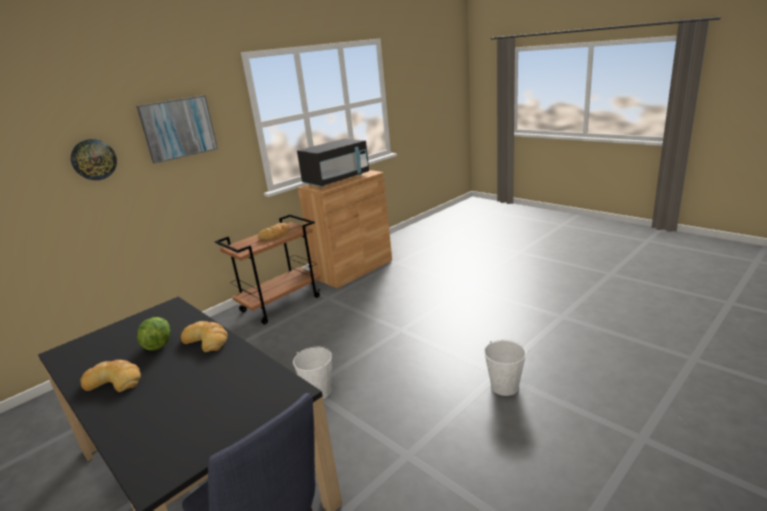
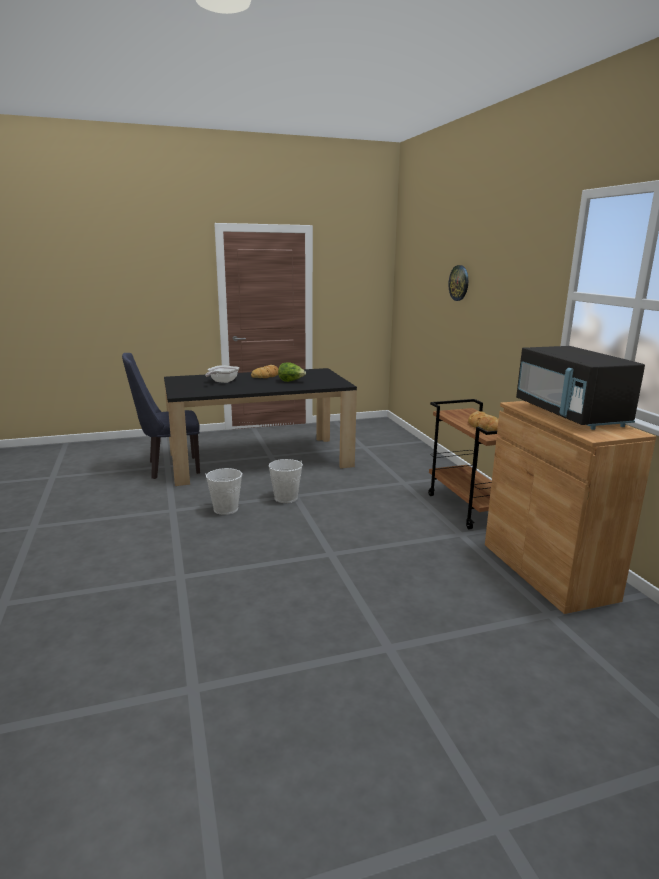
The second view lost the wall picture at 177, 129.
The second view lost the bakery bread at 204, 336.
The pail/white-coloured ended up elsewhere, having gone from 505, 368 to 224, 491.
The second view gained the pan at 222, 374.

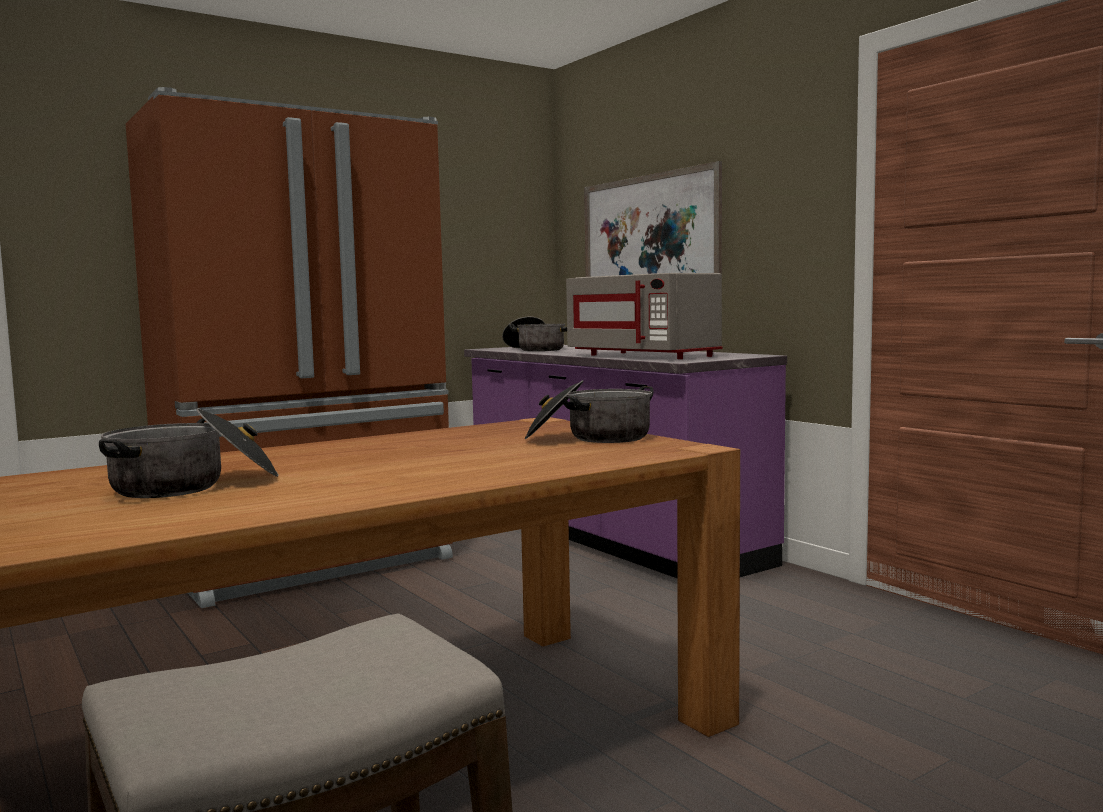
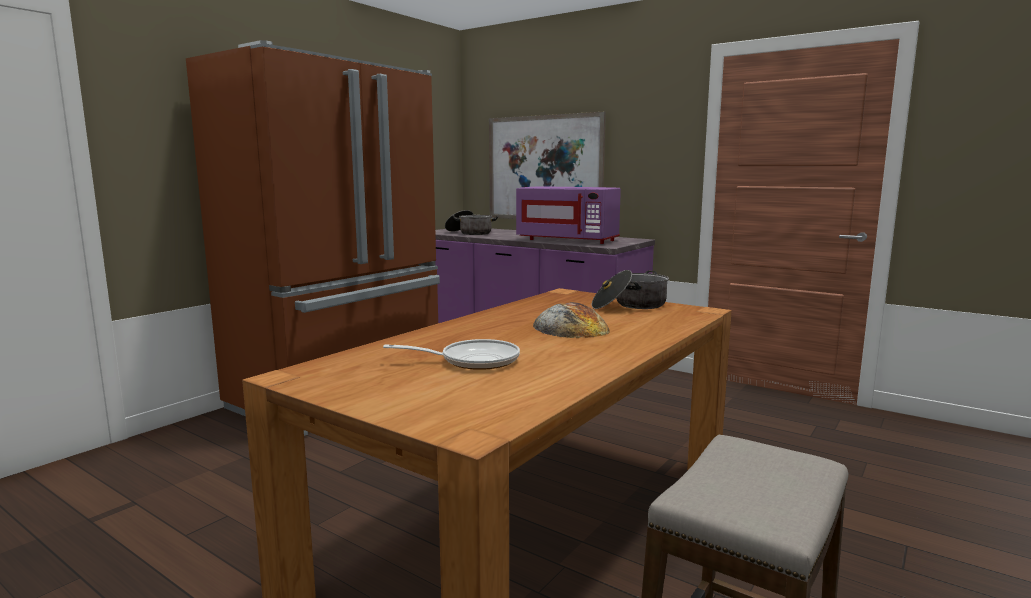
What was the microwave/greyish at 644, 316 turned into the microwave/purplish at 568, 215.
Where the saucepot stood at 189, 453, the pan came to stand at 451, 354.
The second view gained the bakery bread at 571, 320.

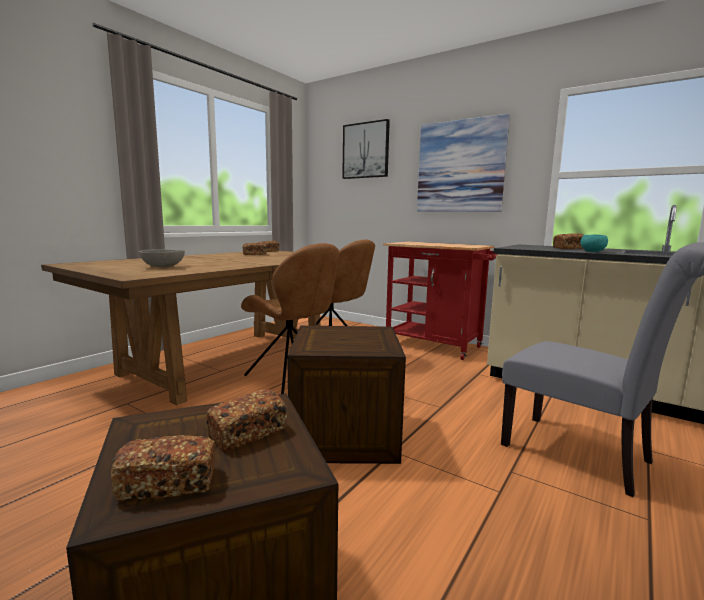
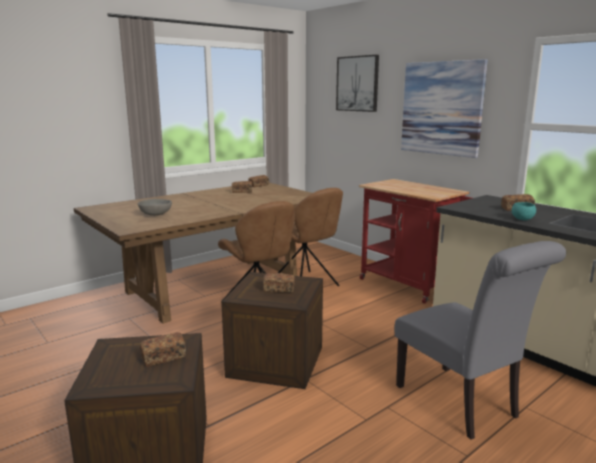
The bakery bread ended up elsewhere, having gone from 163, 468 to 279, 282.

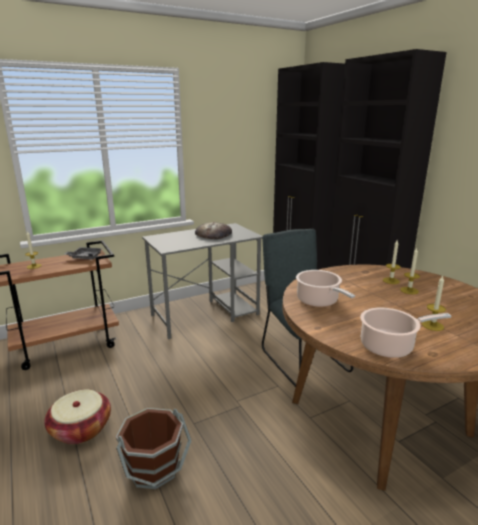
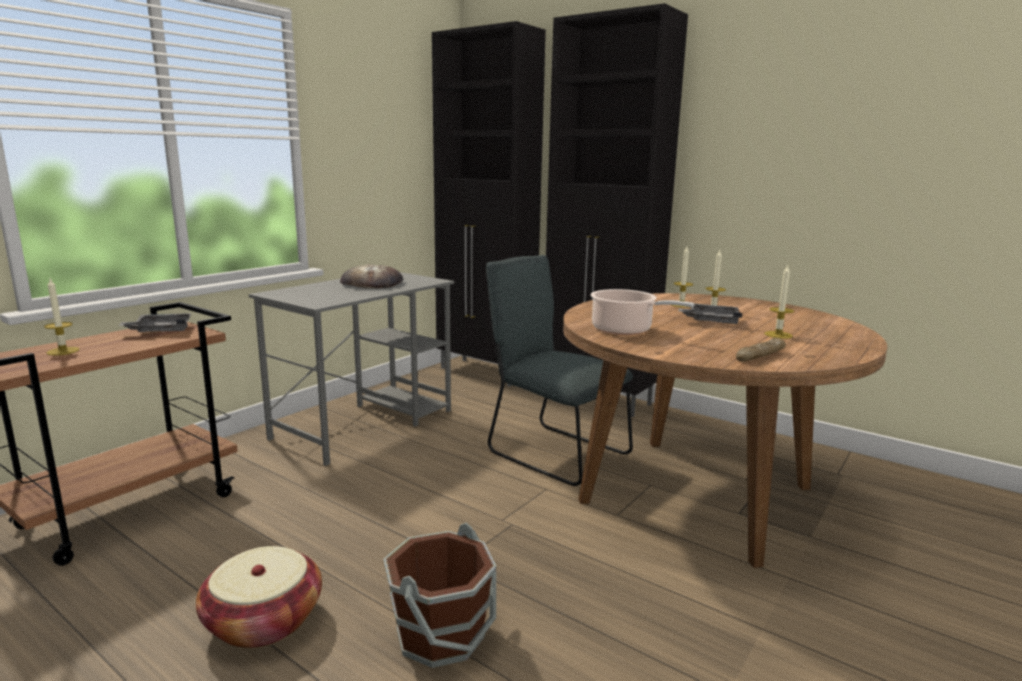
Where the saucepot stood at 405, 333, the bakery bread came to stand at 761, 350.
The second view gained the carrying tray/greyish at 710, 313.

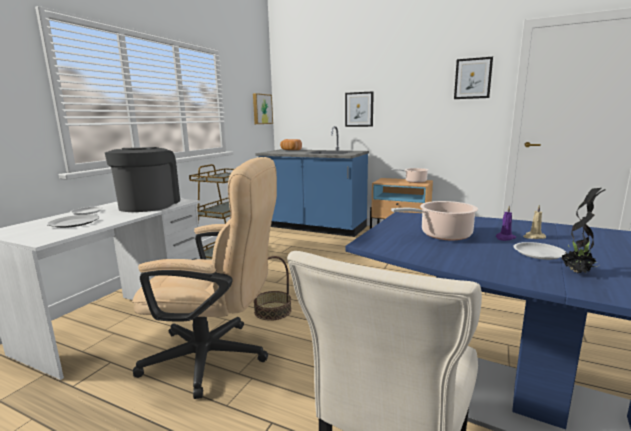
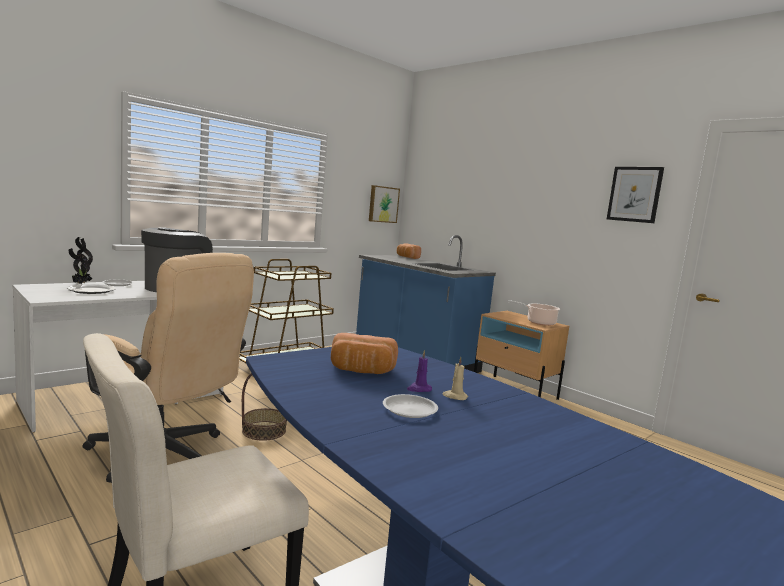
The second view lost the wall picture at 359, 109.
The potted plant ended up elsewhere, having gone from 583, 231 to 81, 260.
Where the saucepot stood at 434, 220, the bakery bread came to stand at 364, 353.

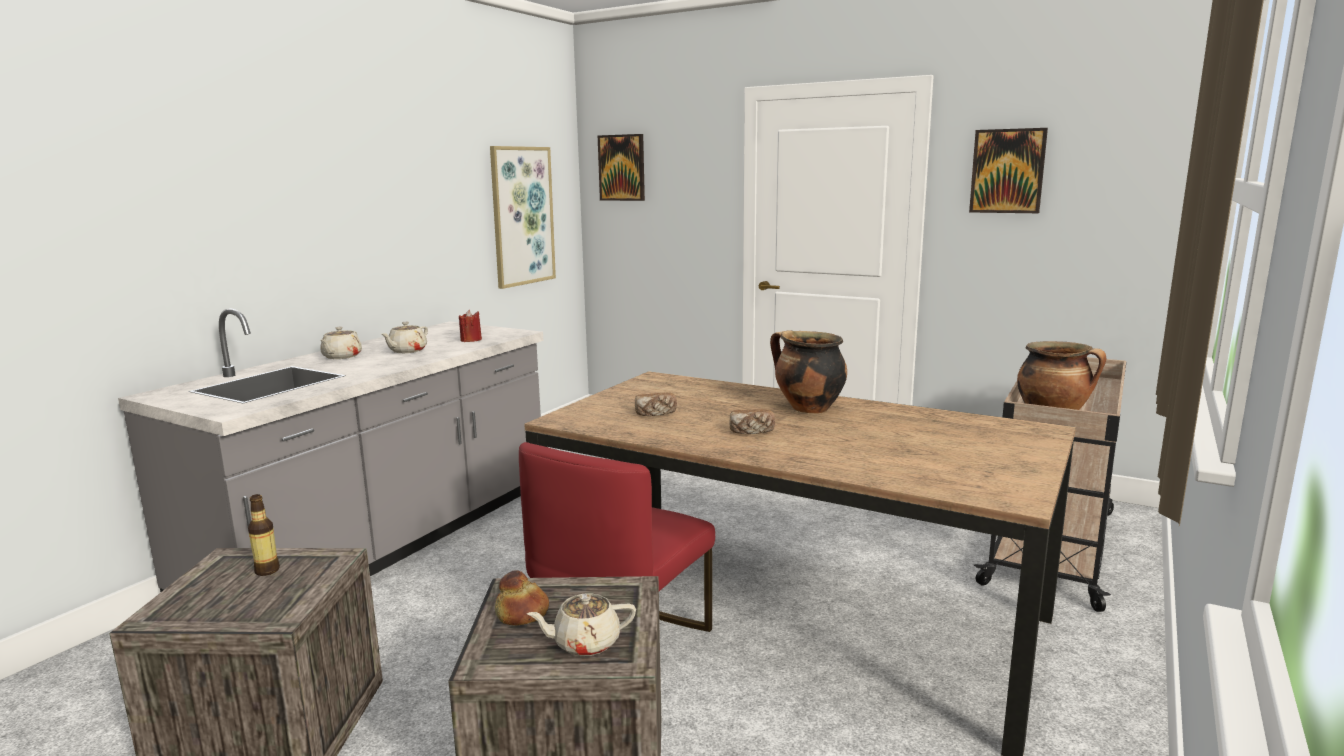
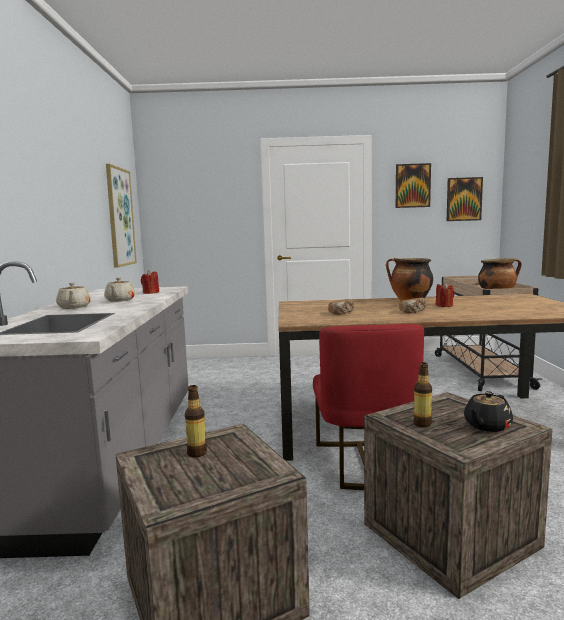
The wall picture ended up elsewhere, having gone from 621, 167 to 465, 199.
Where the bakery bread stood at 522, 597, the drink bottle came to stand at 422, 395.
What was the teapot/sand-coloured at 581, 625 turned into the teapot/black at 488, 411.
The second view gained the wax candle/red at 445, 295.

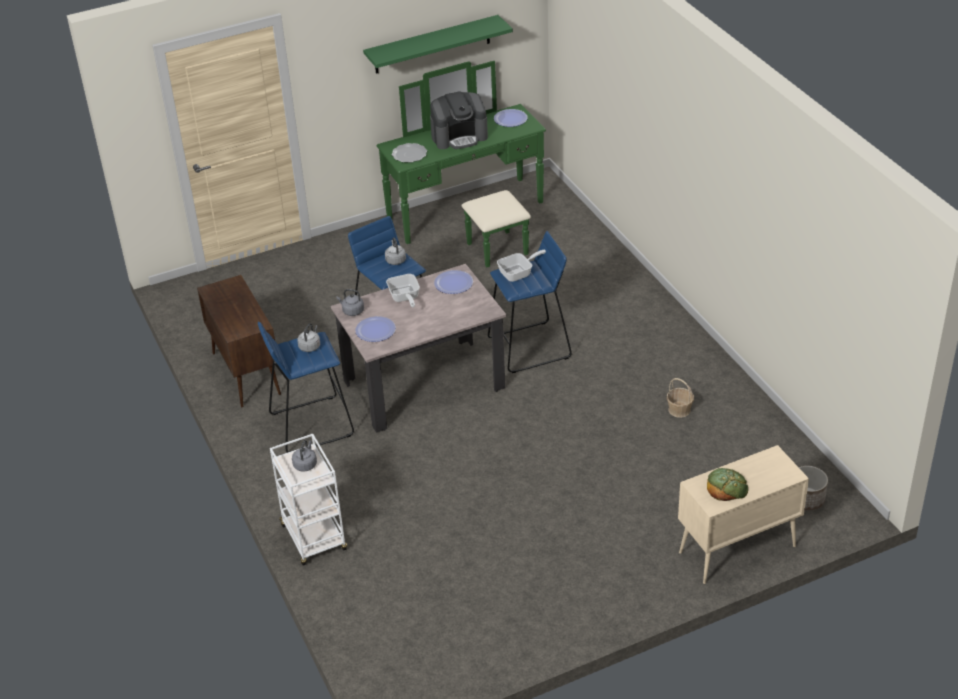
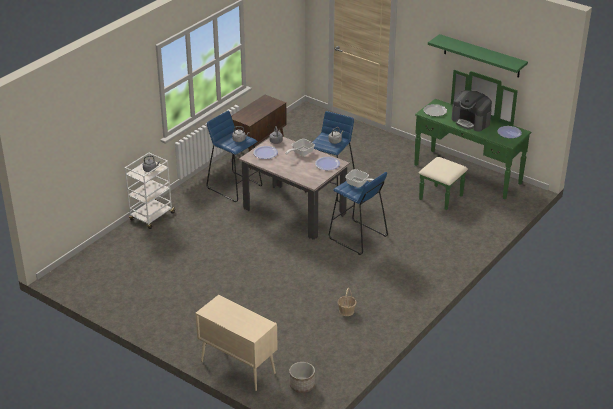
The second view lost the bakery bread at 727, 484.

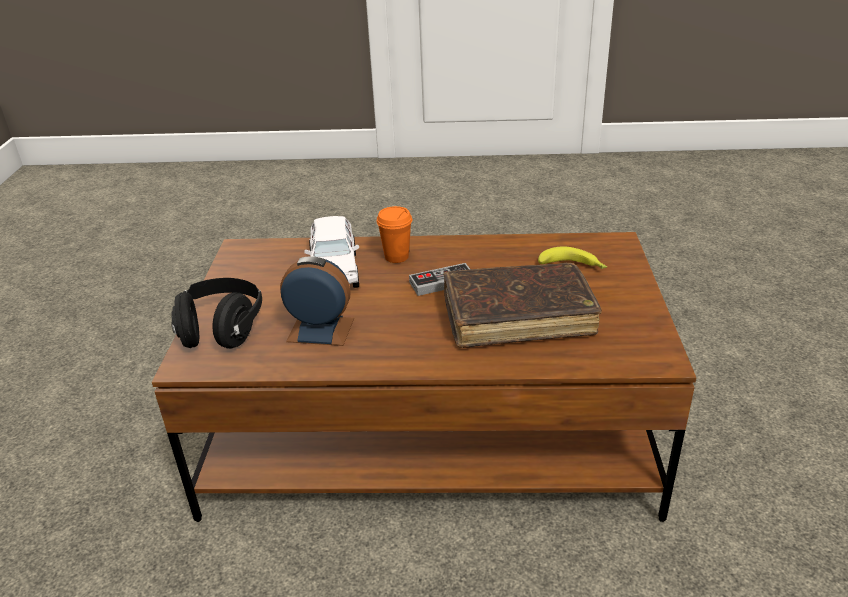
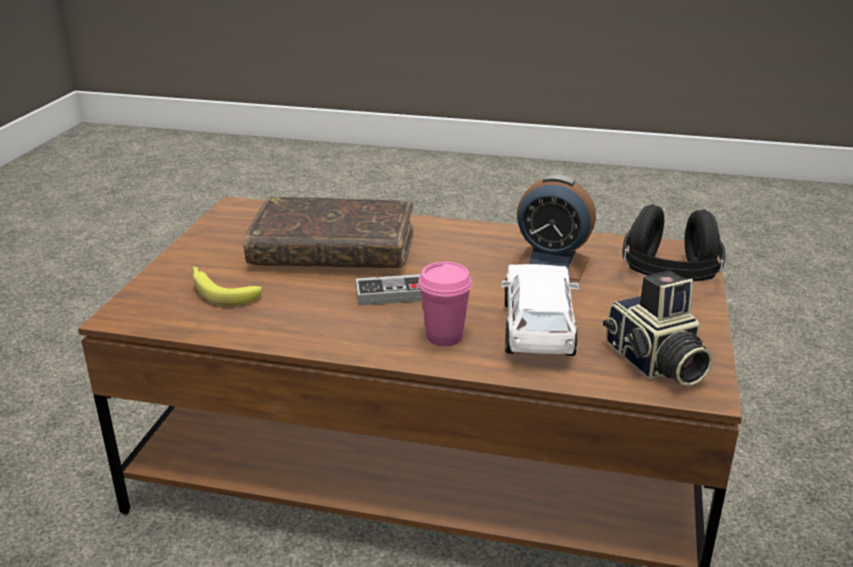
What was the small cup/orange at 394, 234 turned into the small cup/pink-coloured at 445, 304.
The second view gained the still camera at 658, 329.

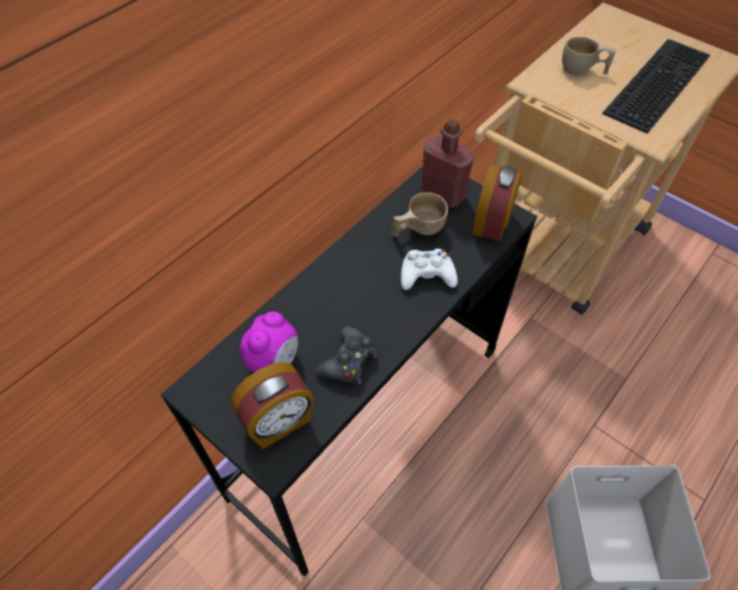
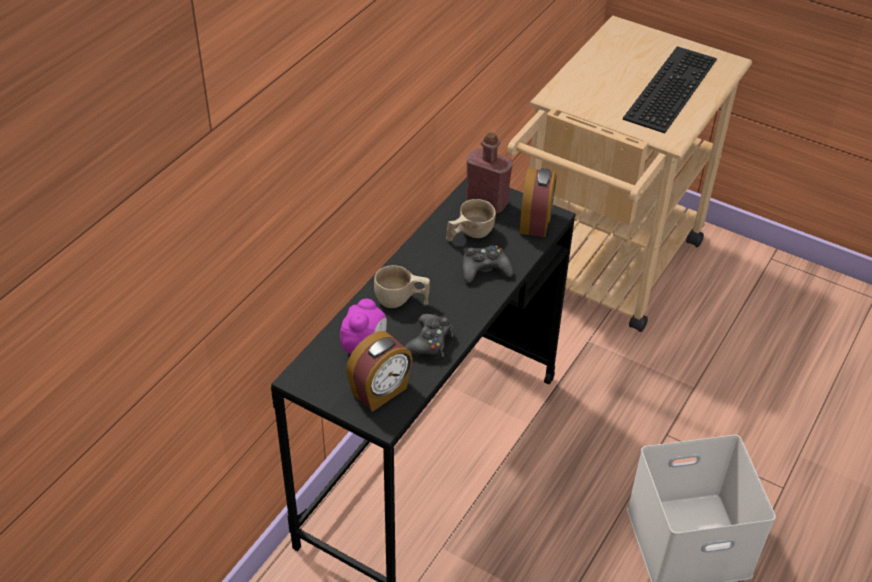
The small cup/sand-coloured ended up elsewhere, having gone from 589, 56 to 402, 286.
What was the game controller/white-coloured at 429, 269 turned into the game controller/black at 487, 264.

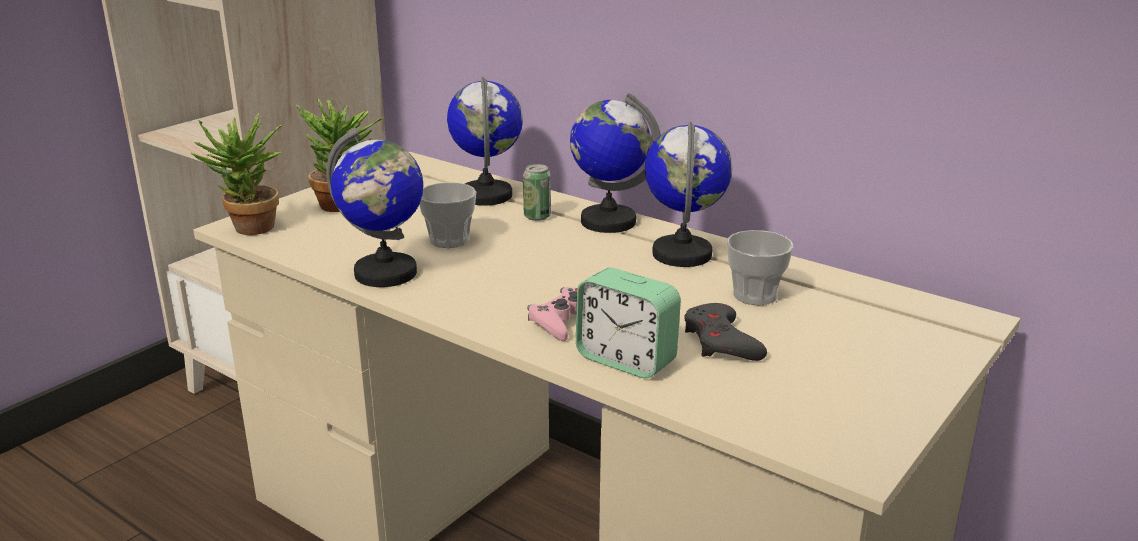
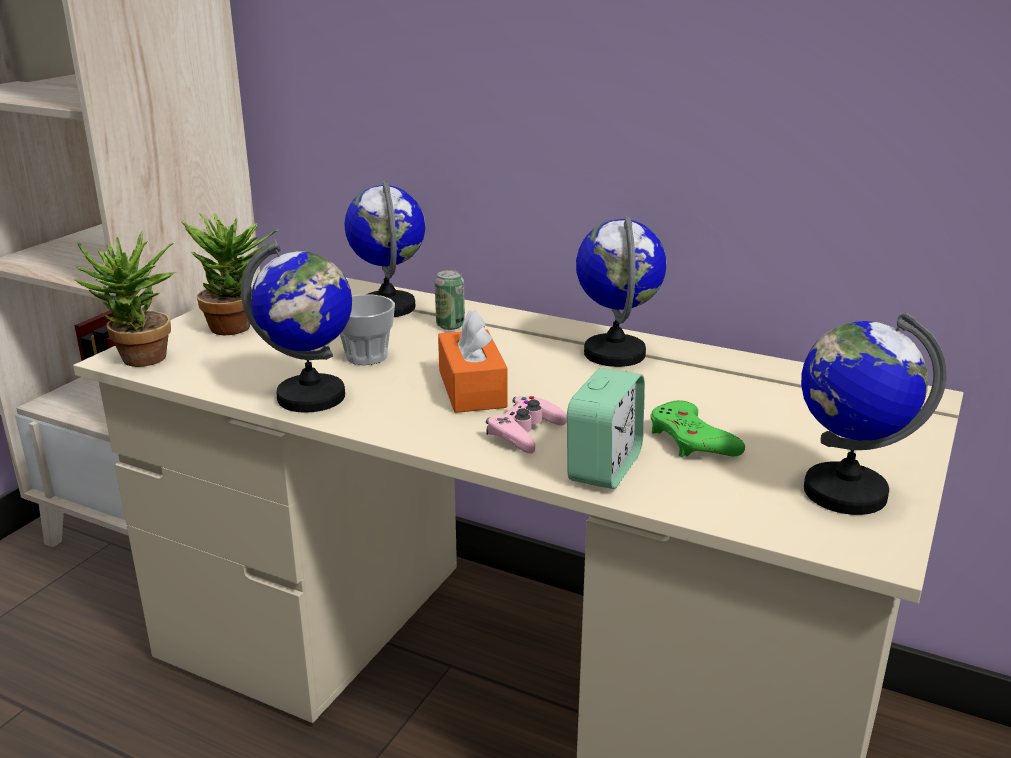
The desk globe ended up elsewhere, having gone from 615, 163 to 874, 414.
The second view lost the small cup at 760, 267.
The table clock at 628, 323 ended up facing another way, 90 degrees counterclockwise from before.
What was the game controller/greyish at 725, 332 turned into the game controller/green at 698, 428.
The second view gained the tissue box/orange at 473, 361.

